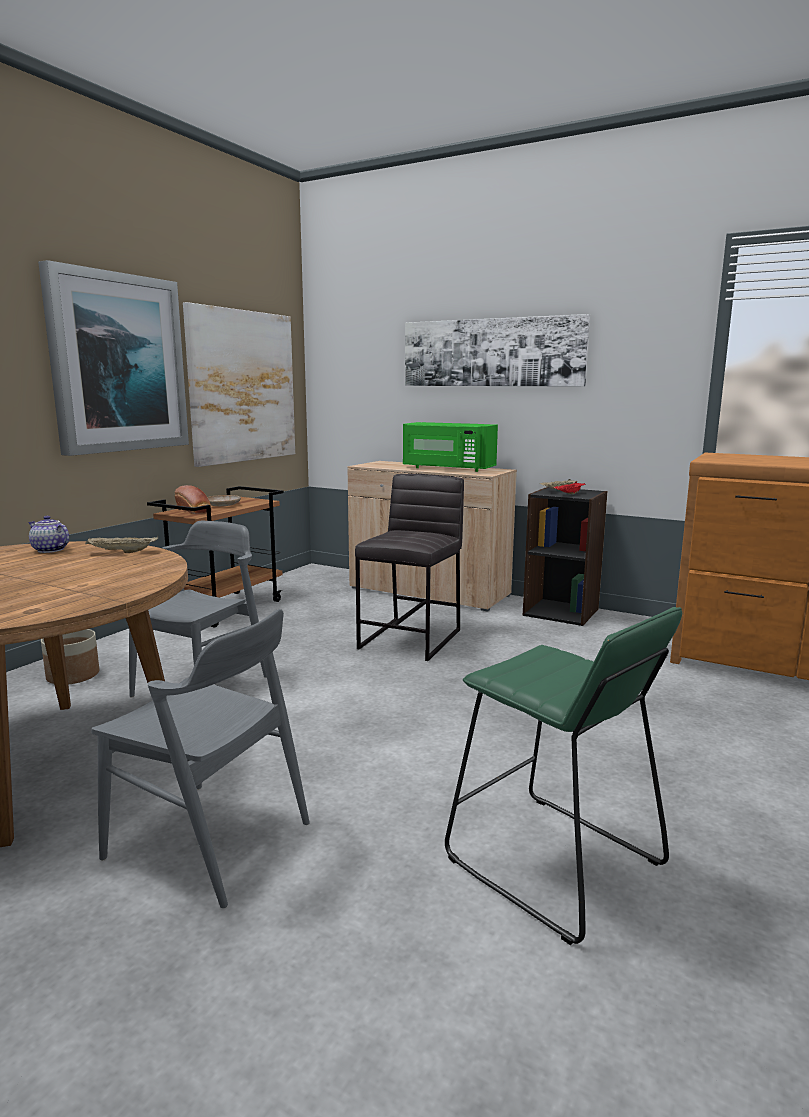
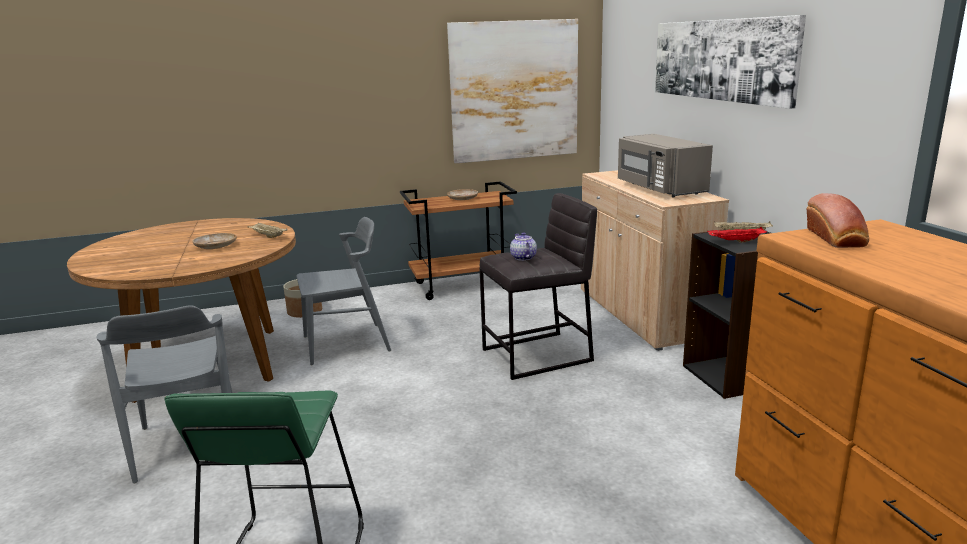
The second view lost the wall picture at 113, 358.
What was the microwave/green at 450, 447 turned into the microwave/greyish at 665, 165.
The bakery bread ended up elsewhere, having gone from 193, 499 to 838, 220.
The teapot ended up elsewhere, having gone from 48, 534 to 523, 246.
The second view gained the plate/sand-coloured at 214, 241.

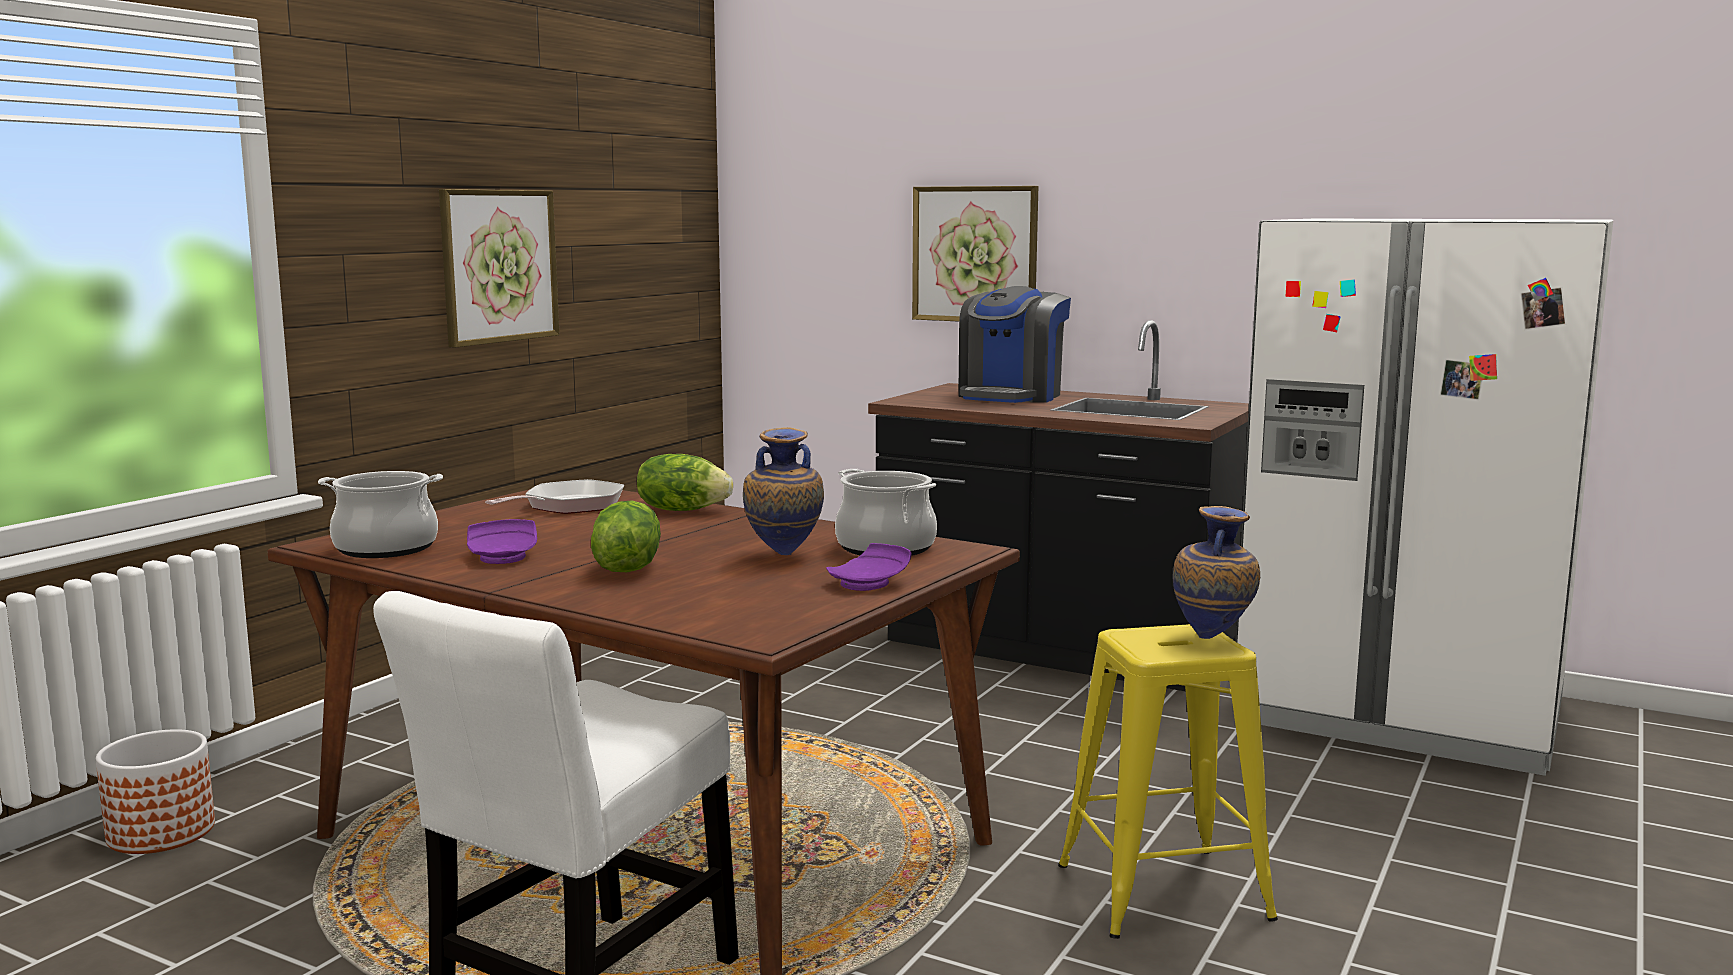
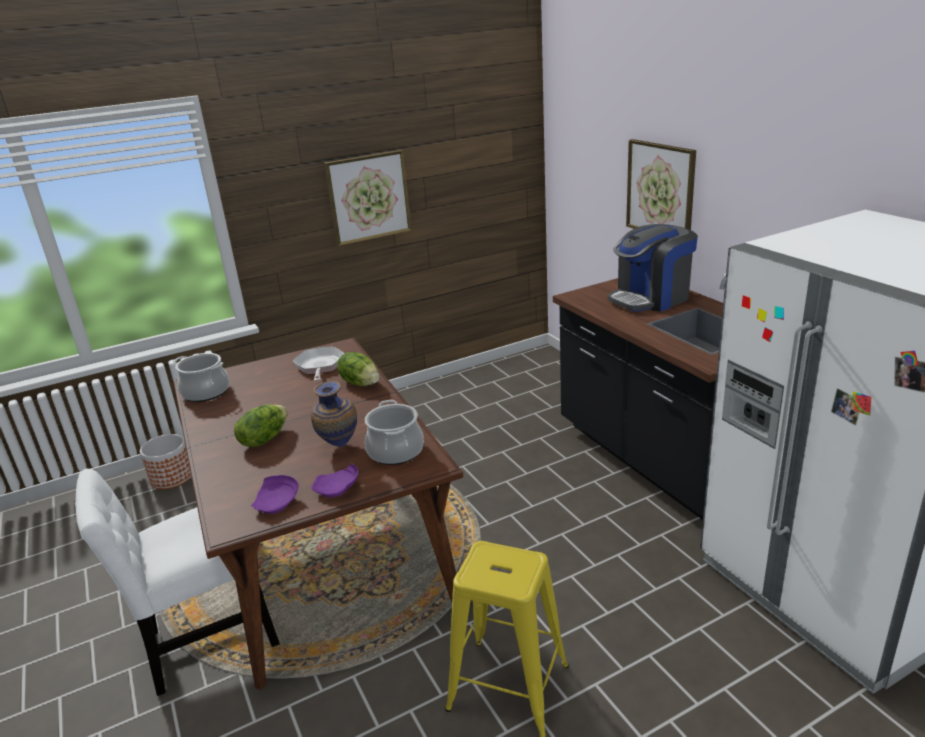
The pan at 554, 496 ended up facing another way, 75 degrees counterclockwise from before.
The second view lost the flower vase at 1216, 572.
The plate/purplish ended up elsewhere, having gone from 502, 541 to 275, 494.

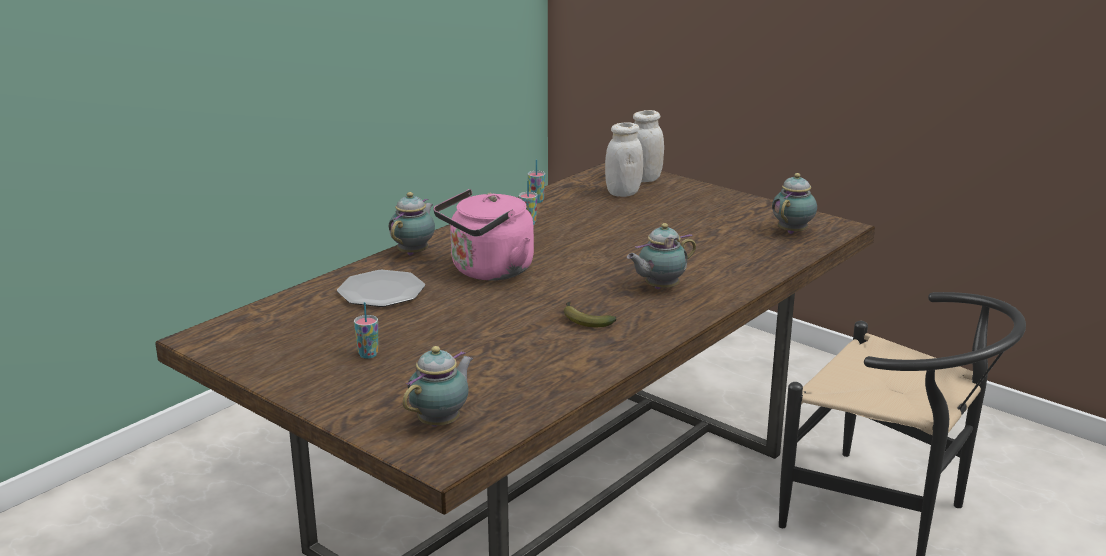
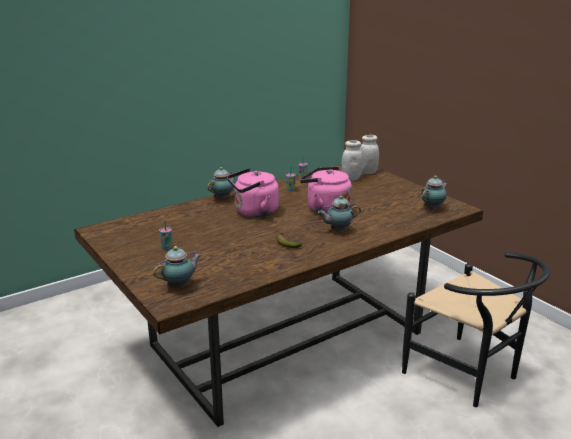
The second view lost the plate at 381, 288.
The second view gained the kettle/pink-coloured at 326, 190.

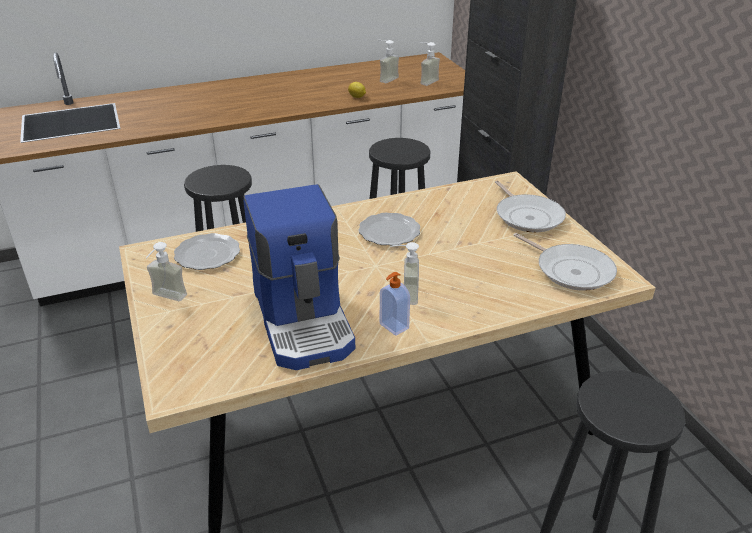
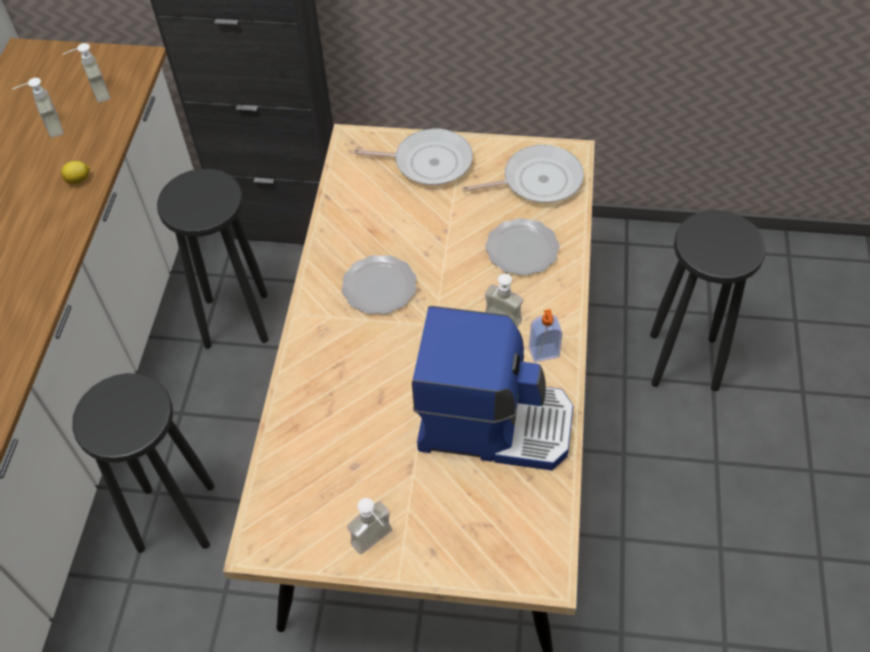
The plate ended up elsewhere, having gone from 207, 251 to 522, 247.

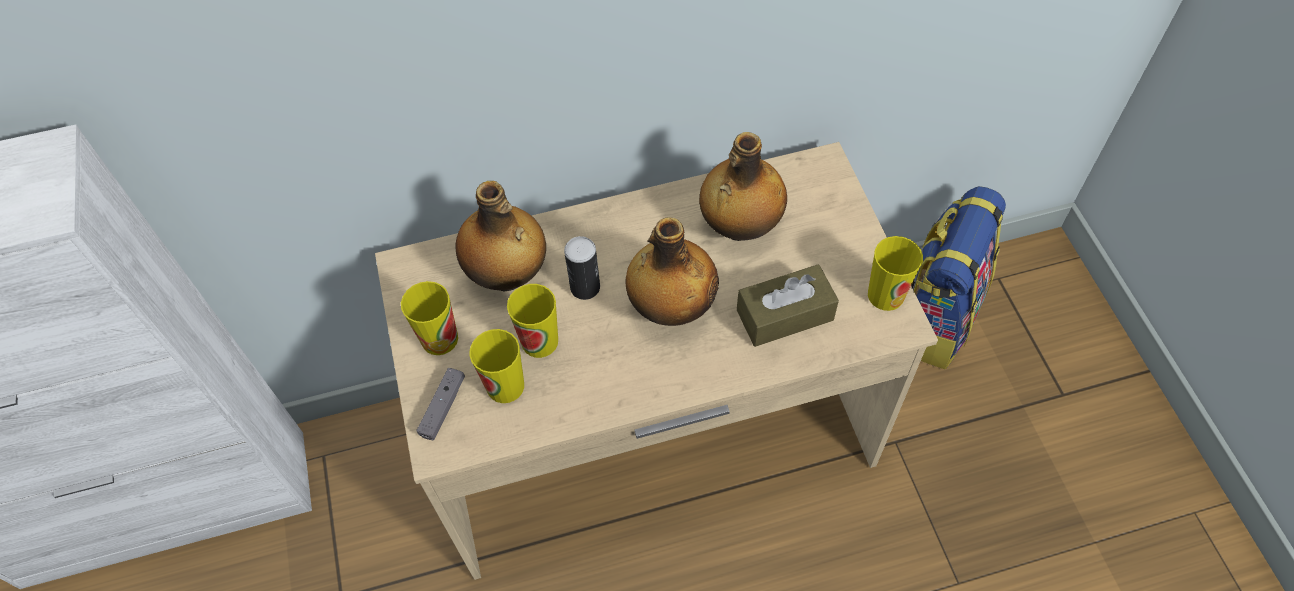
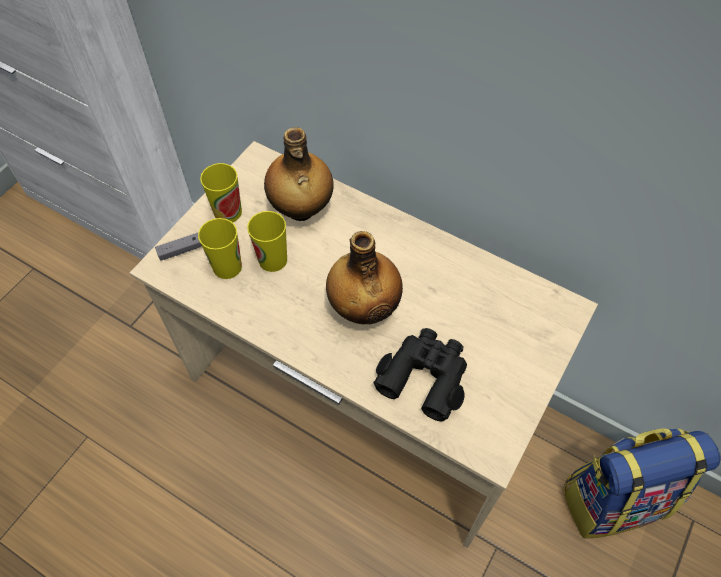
The second view lost the drink bottle at 743, 186.
The second view lost the metal can at 582, 268.
The second view lost the small cup at 895, 273.
Where the tissue box/brown-coloured stood at 788, 305, the pair of binoculars/black came to stand at 420, 374.

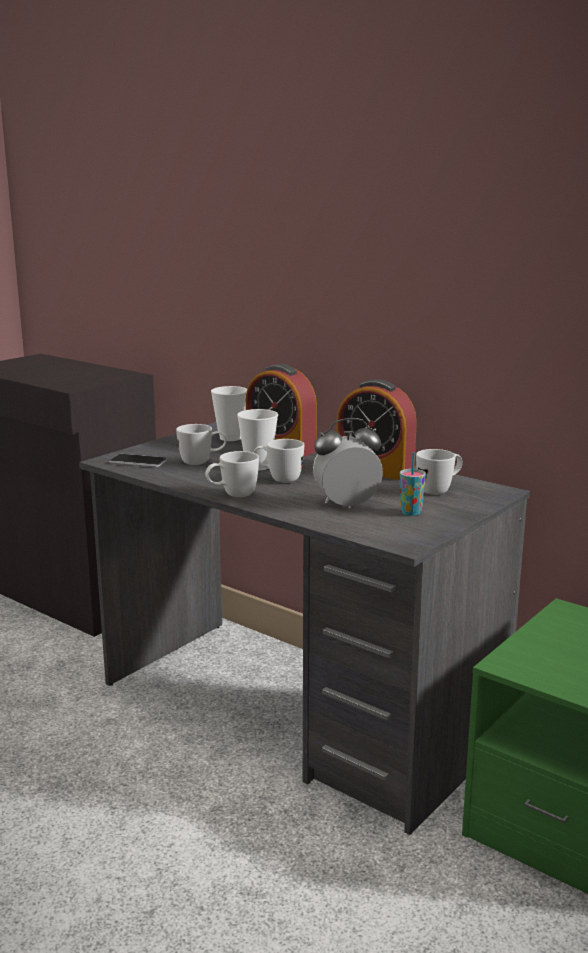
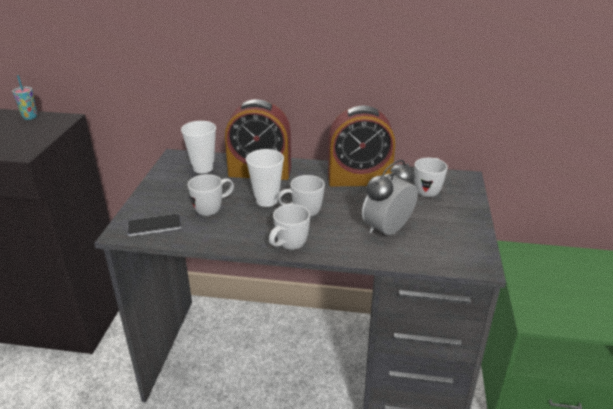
The small cup ended up elsewhere, having gone from 413, 484 to 24, 97.

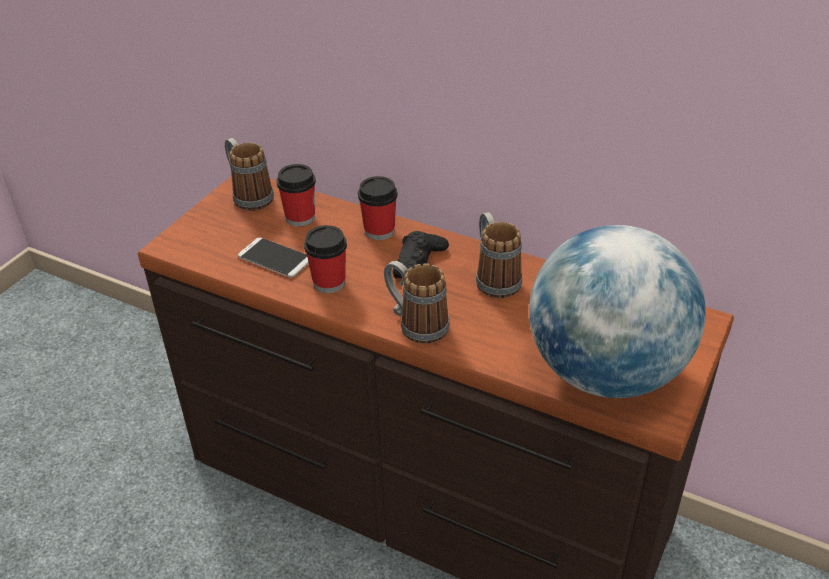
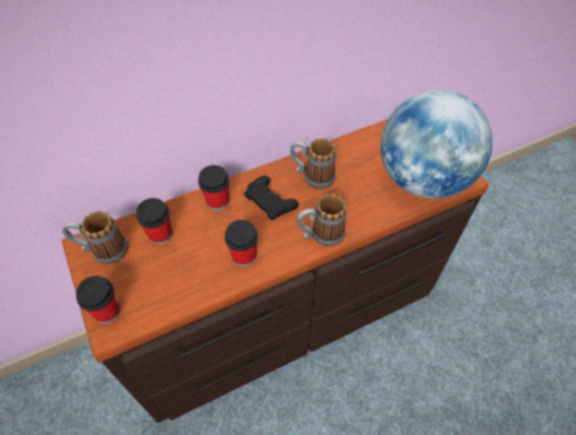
The second view lost the handset at 273, 257.
The second view gained the small cup at 98, 300.

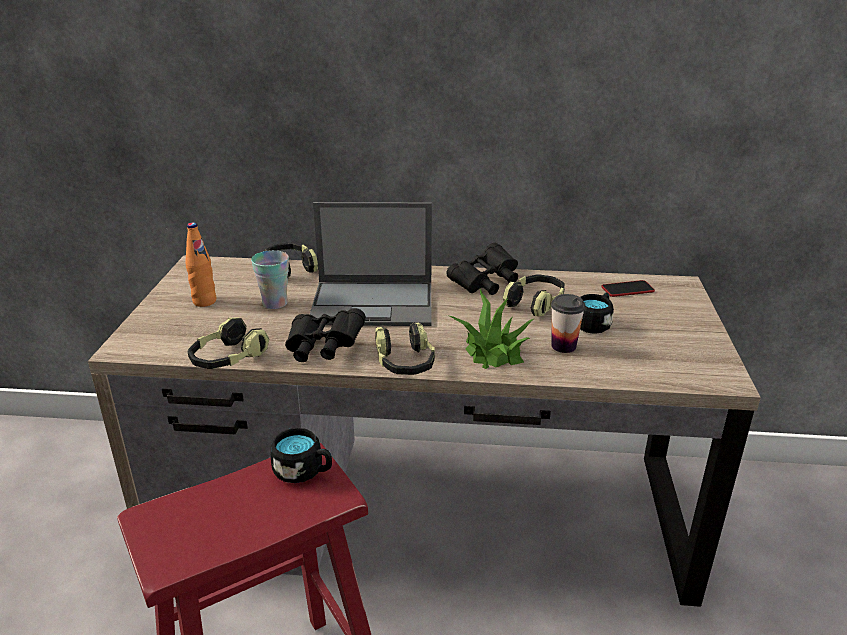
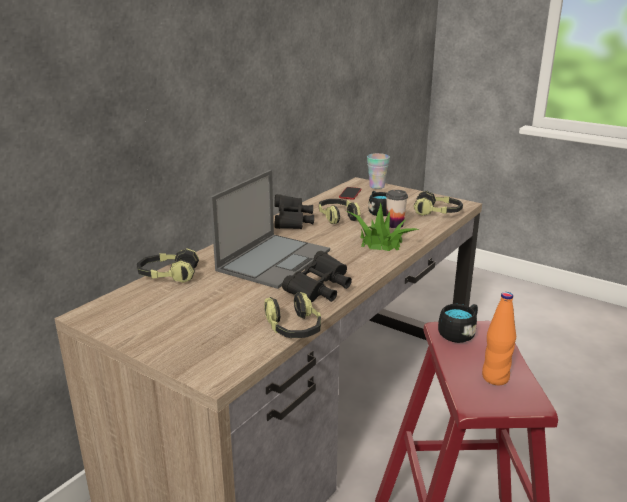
The drink bottle/orange ended up elsewhere, having gone from 200, 264 to 499, 338.
The small cup ended up elsewhere, having gone from 270, 279 to 378, 171.
The headset ended up elsewhere, having gone from 405, 348 to 438, 203.

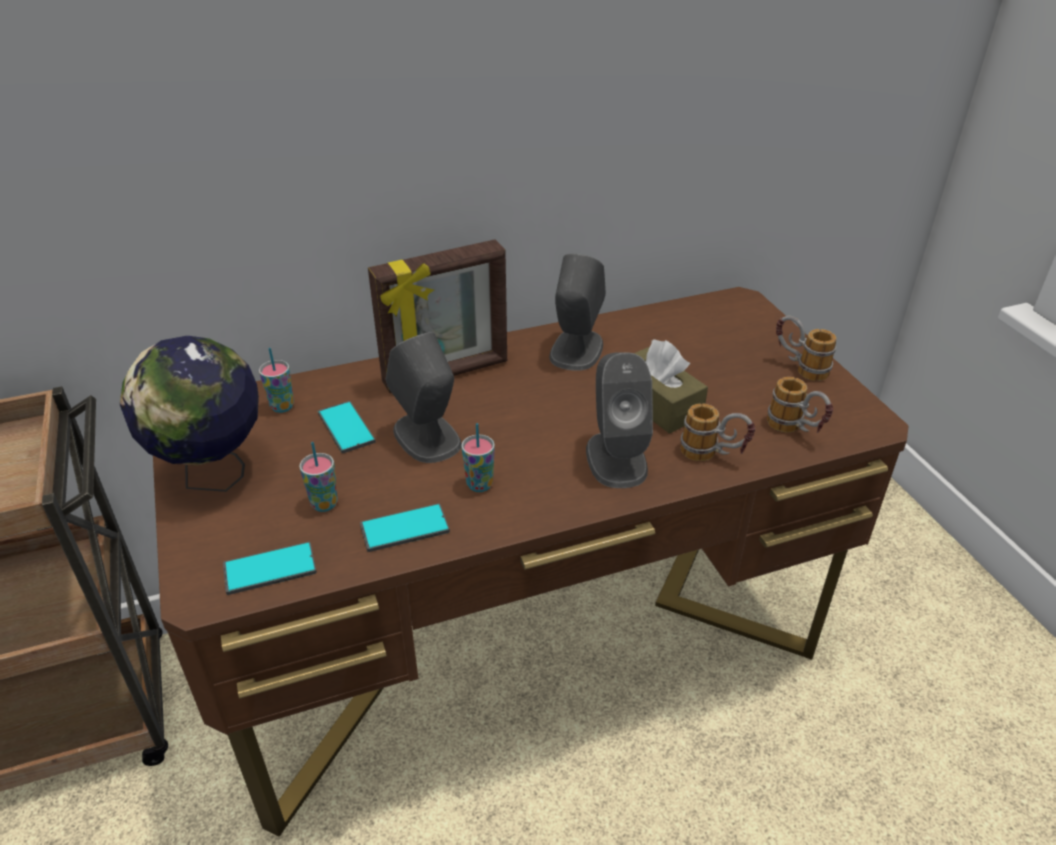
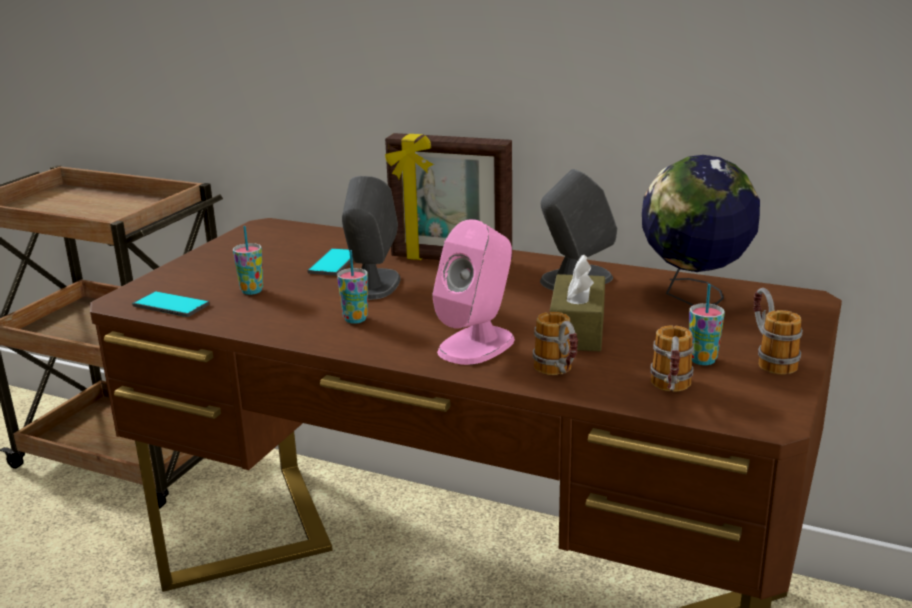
The desk globe ended up elsewhere, having gone from 189, 414 to 701, 230.
The small cup ended up elsewhere, having gone from 276, 380 to 707, 324.
What was the loudspeaker/greyish at 619, 420 turned into the loudspeaker/pink-coloured at 473, 292.
The second view lost the handset at 405, 527.

